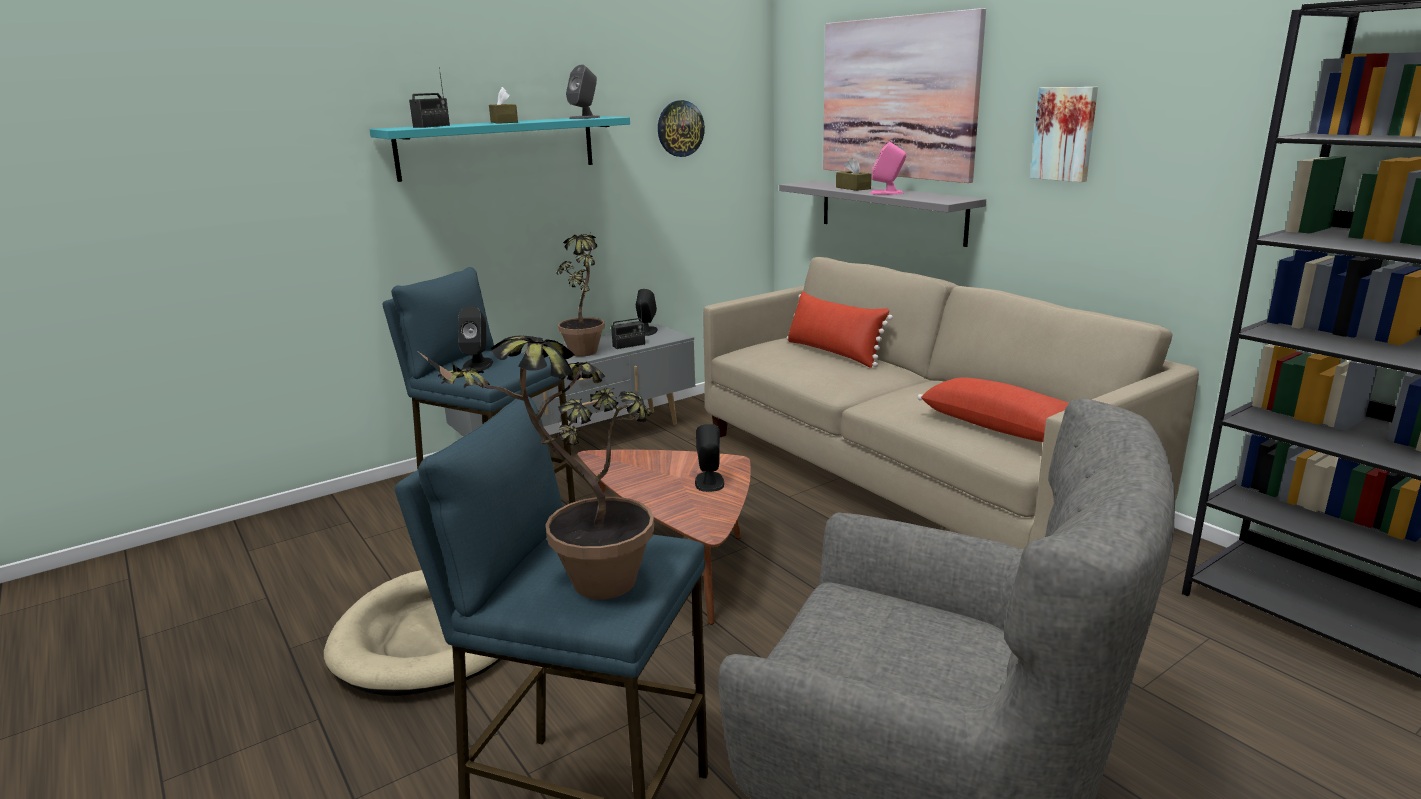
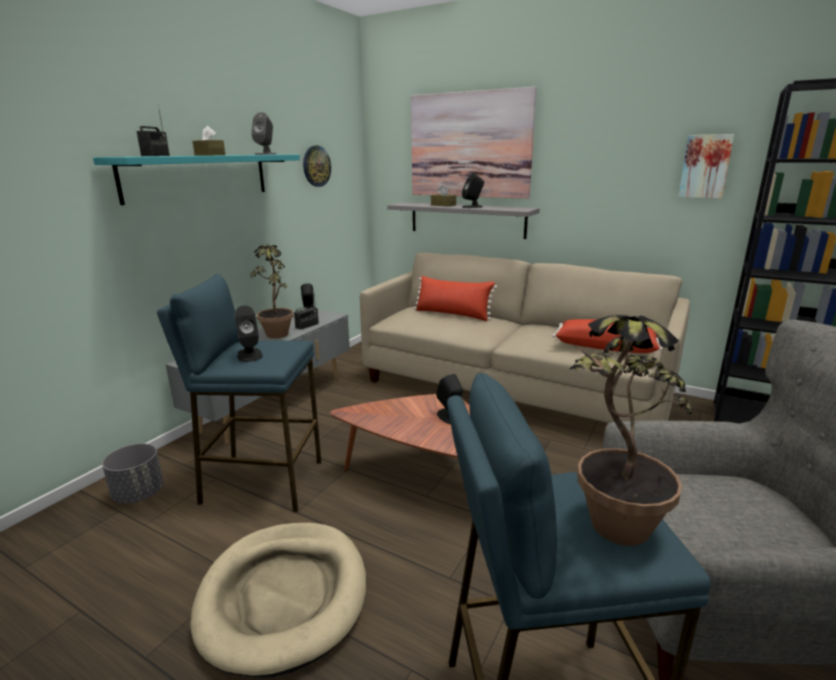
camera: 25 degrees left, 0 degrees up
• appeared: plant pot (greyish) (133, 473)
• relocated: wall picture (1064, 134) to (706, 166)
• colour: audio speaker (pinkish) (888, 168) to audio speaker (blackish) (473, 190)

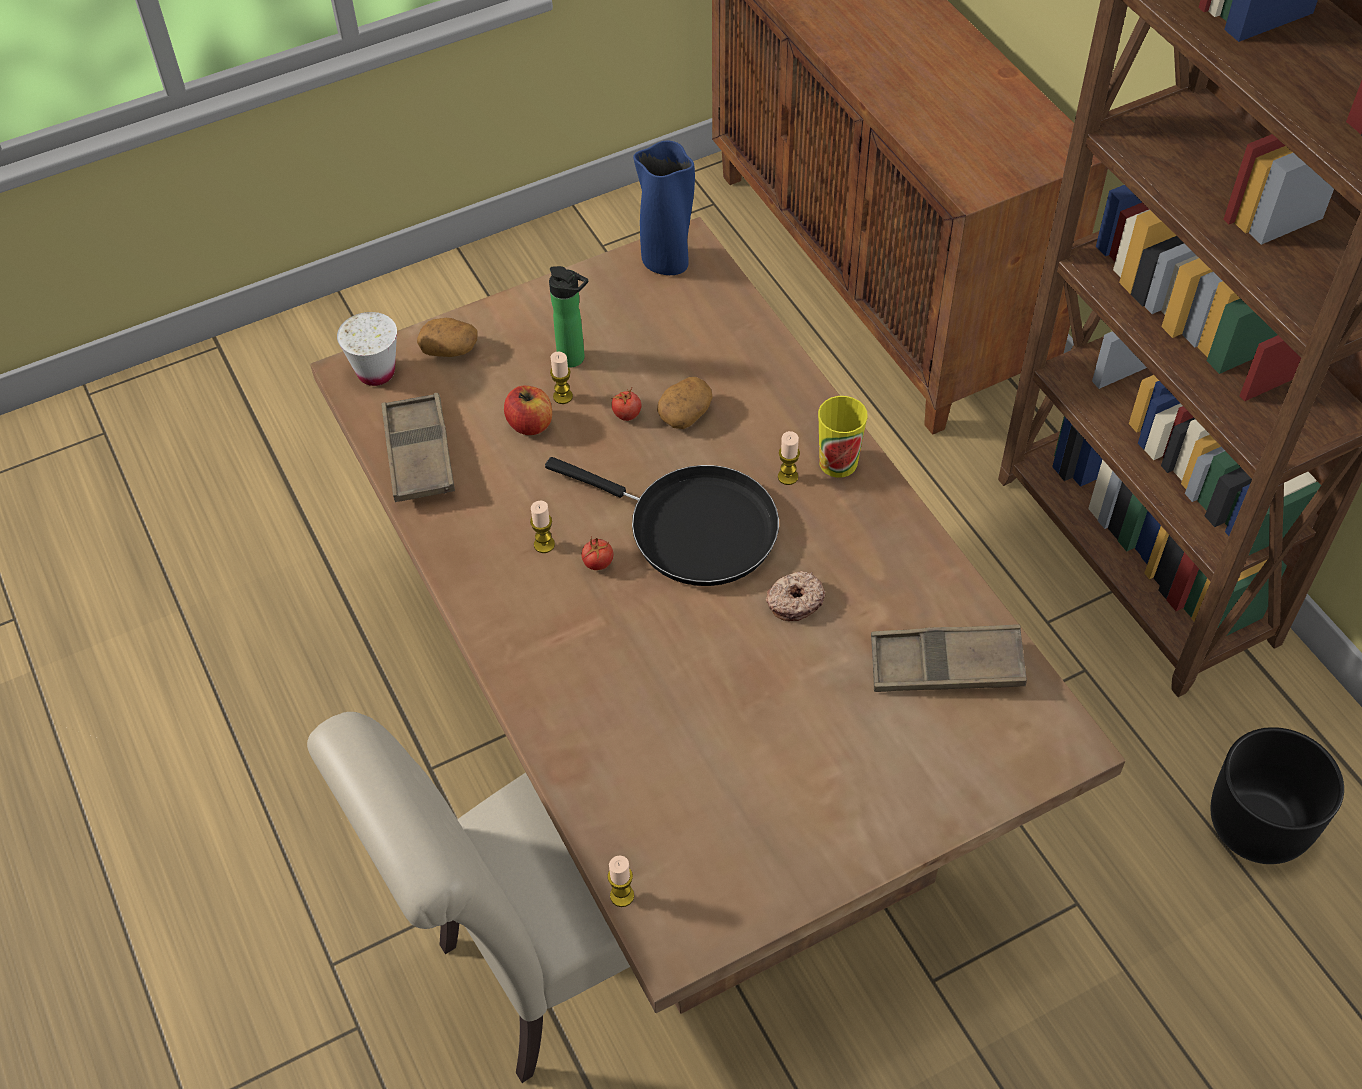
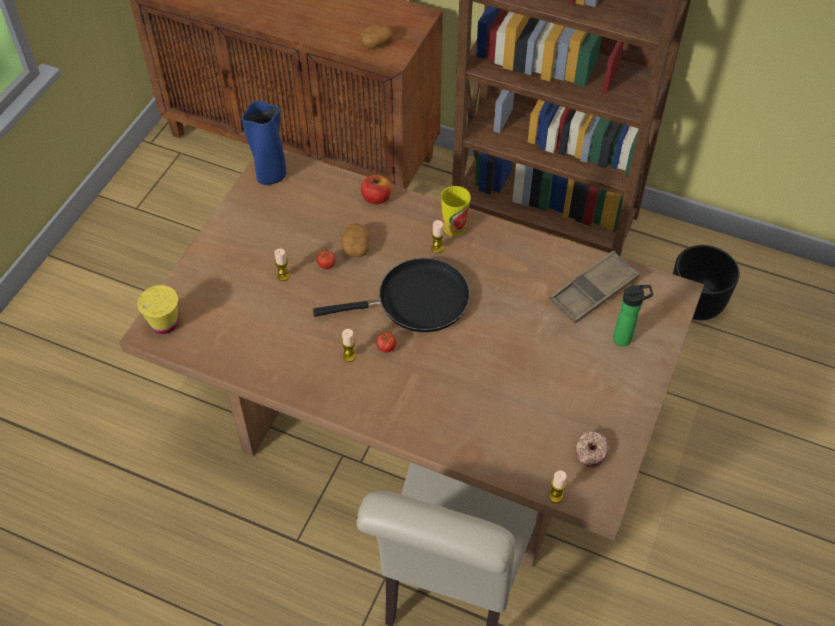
camera: 40 degrees left, 0 degrees up
• missing: carrying tray (brownish) (418, 447)
• relocated: spud (447, 337) to (376, 36)
• relocated: whole apple (528, 410) to (376, 189)
• relocated: drink bottle (568, 316) to (633, 316)
• relocated: donut (795, 596) to (592, 449)
• colour: small cup (white-coloured) (367, 349) to small cup (yellow) (157, 309)

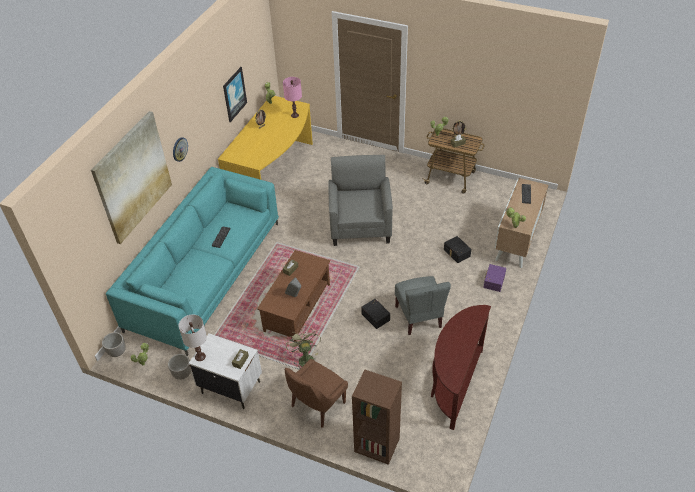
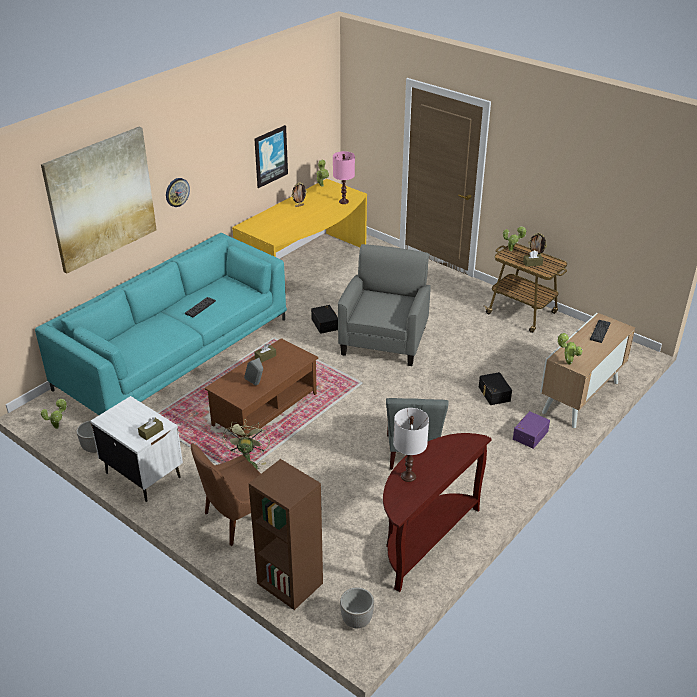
camera: 15 degrees right, 10 degrees down
• relocated: plant pot (114, 344) to (357, 607)
• relocated: table lamp (white-coloured) (192, 338) to (411, 445)
• relocated: storage box (blackish) (375, 314) to (324, 319)

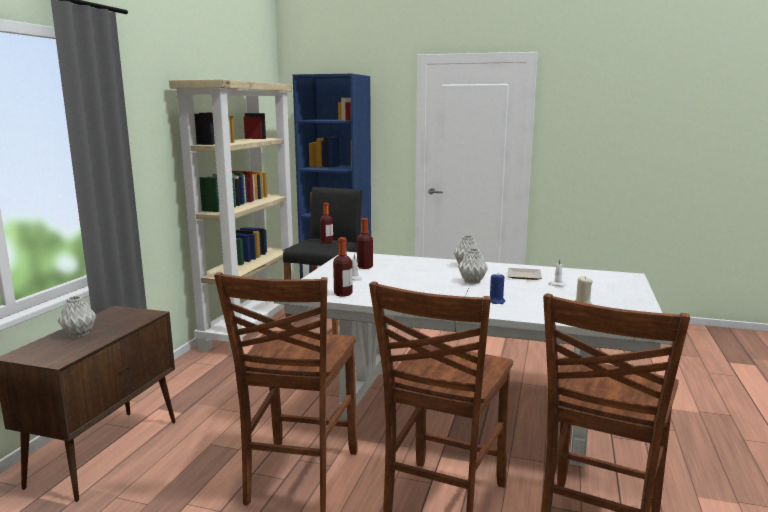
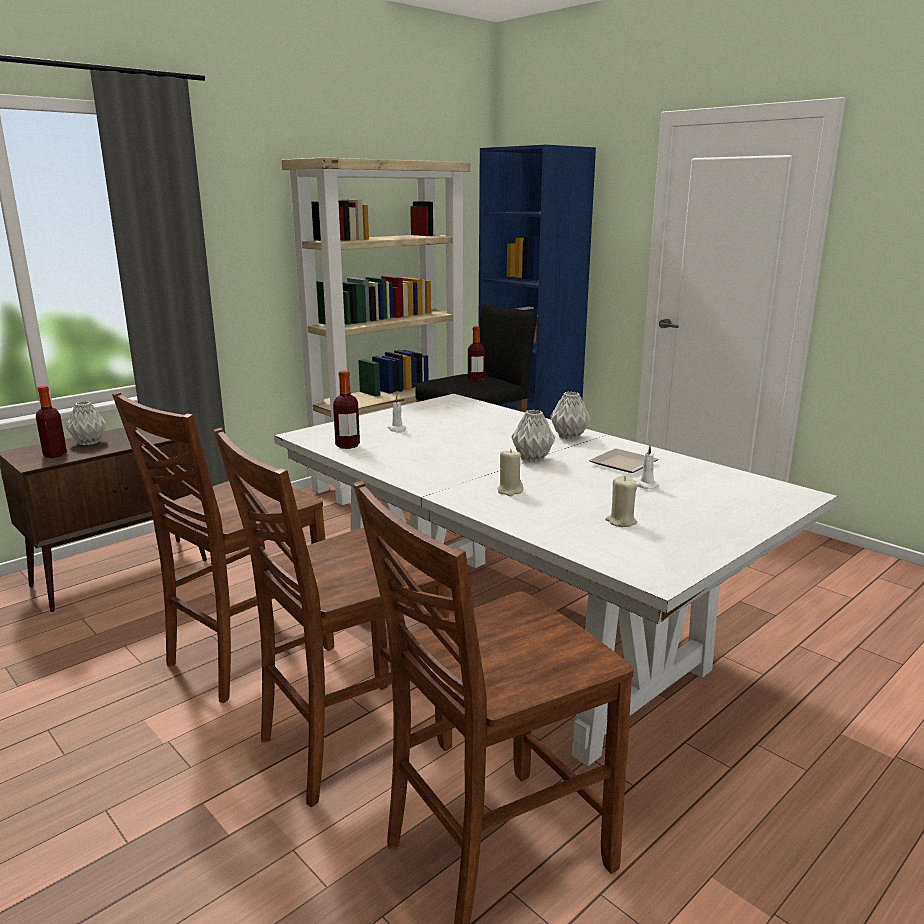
camera: 30 degrees right, 5 degrees up
• relocated: drink bottle (365, 243) to (51, 422)
• colour: wax light (blue) (497, 289) to wax light (sand-coloured) (510, 473)

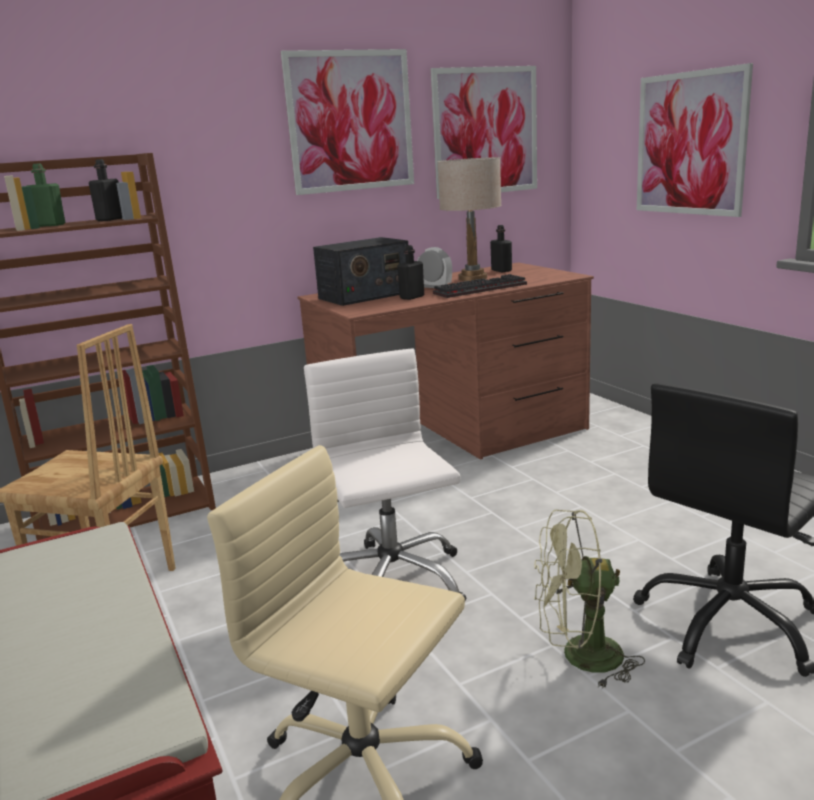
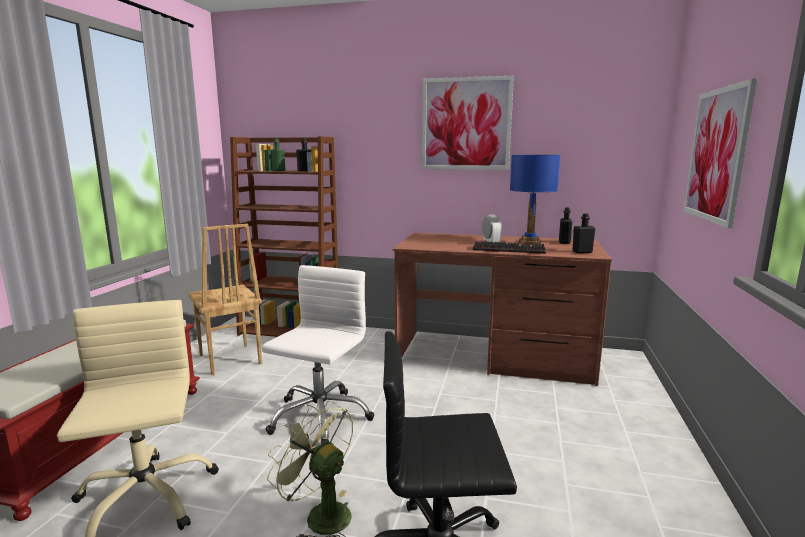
camera: 40 degrees right, 5 degrees down
• missing: radio (360, 271)
• missing: wall picture (484, 132)
• relocated: drink bottle (blackish) (410, 272) to (584, 233)
• colour: table lamp (sand-coloured) (469, 219) to table lamp (blue) (535, 200)

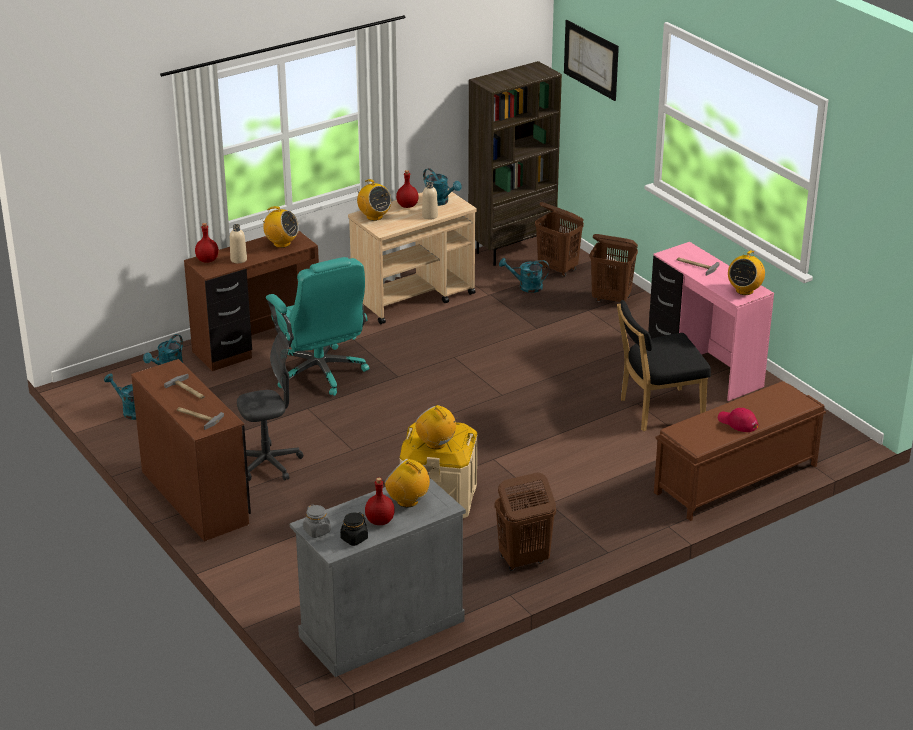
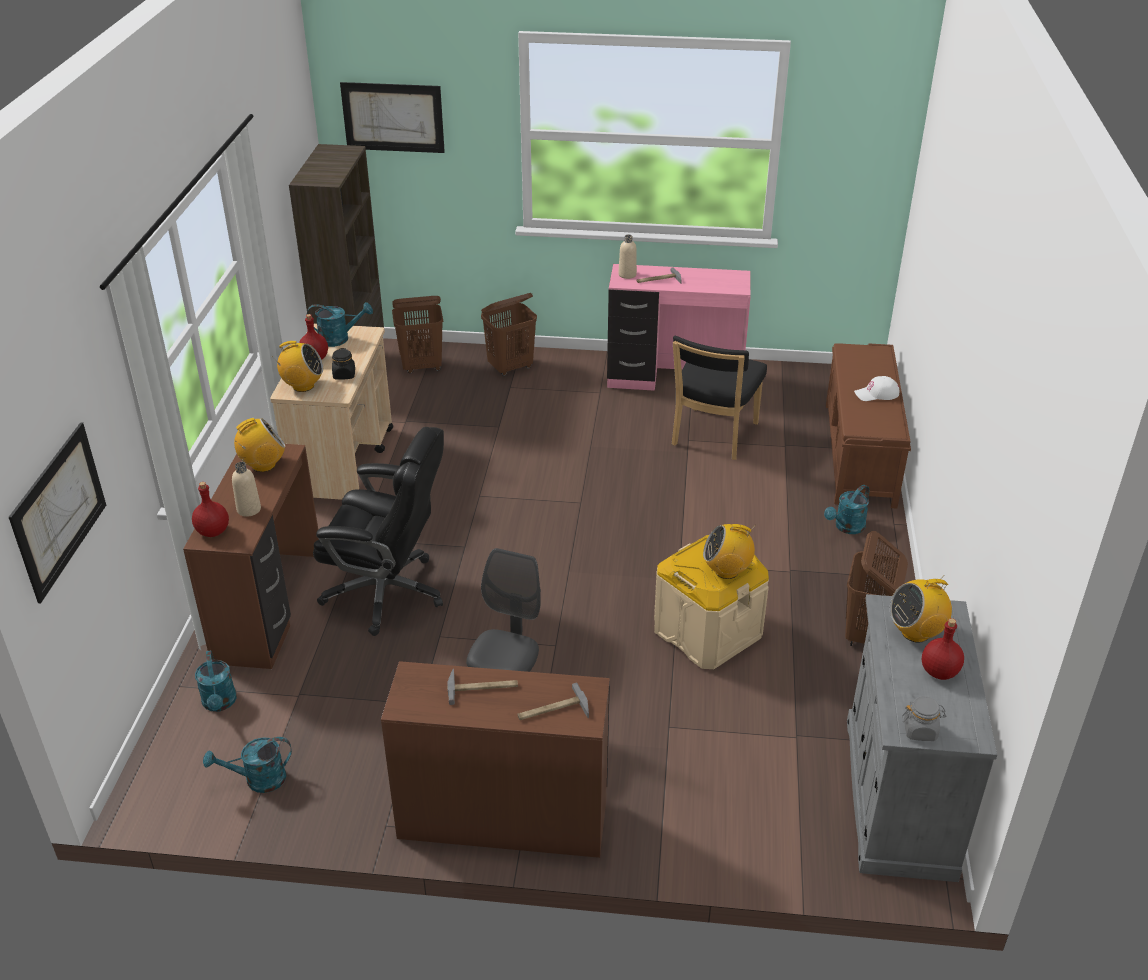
camera: 50 degrees left, 5 degrees up
• missing: radio (746, 272)
• appeared: wall picture (57, 512)
• relocated: preserve jar (blackish) (354, 529) to (343, 364)
• relocated: drink bottle (sand-coloured) (430, 201) to (627, 257)
• relocated: watering can (blue-green) (524, 275) to (846, 509)
• colour: desk chair (blue-green) (317, 326) to desk chair (blackish) (378, 531)
• colour: peaked cap (reddish) (738, 420) to peaked cap (white-coloured) (876, 388)

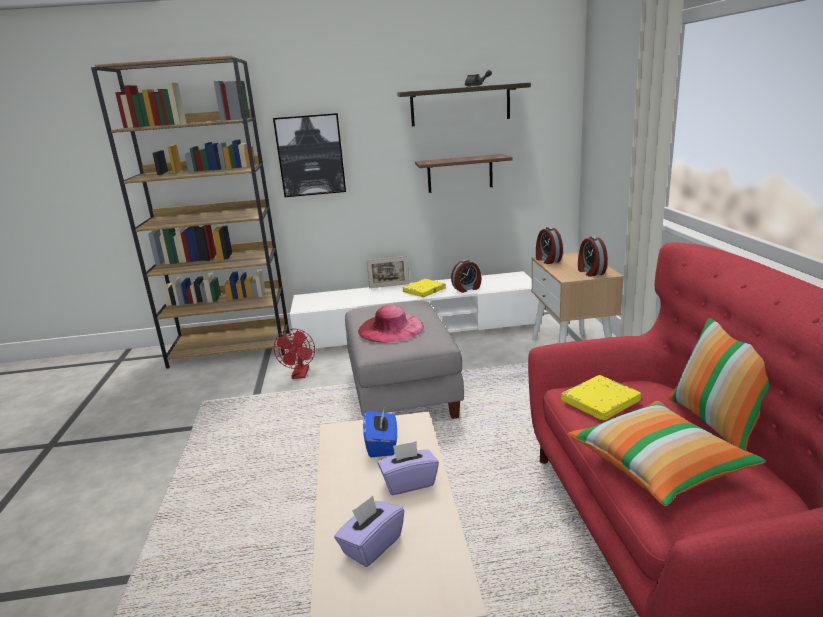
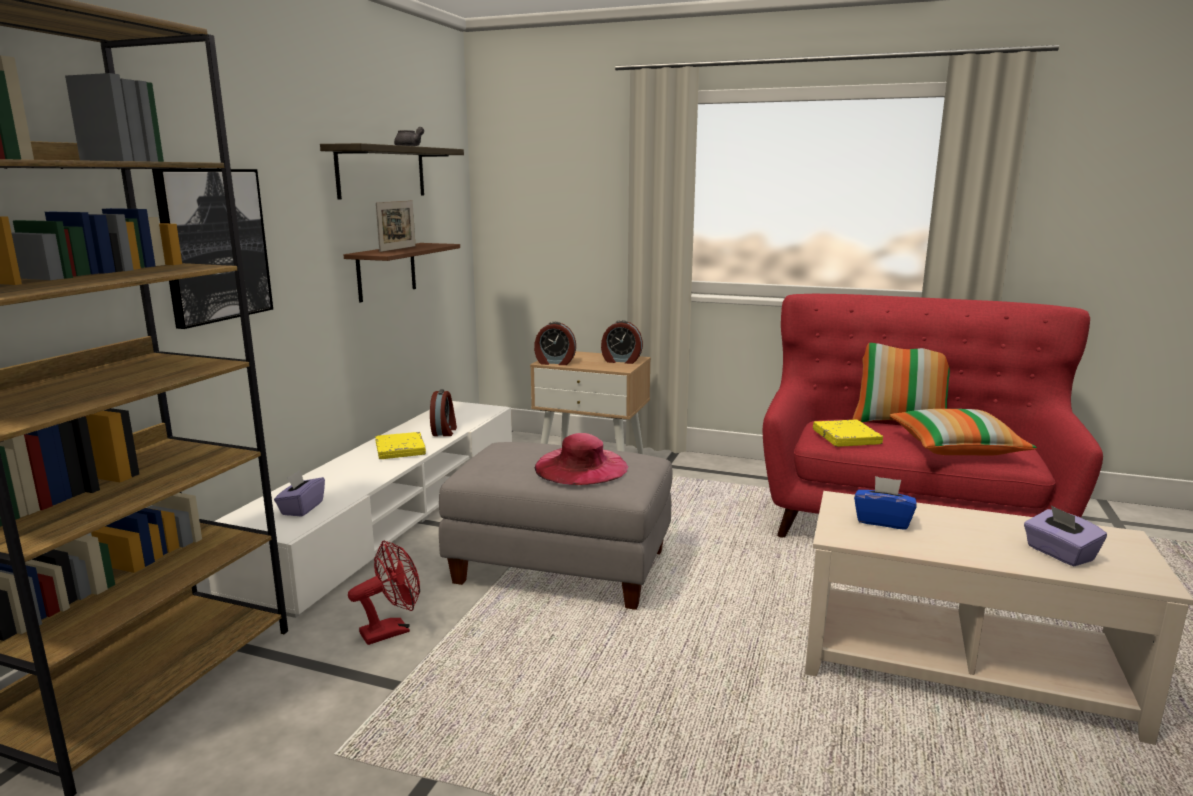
camera: 65 degrees left, 5 degrees down
• relocated: standing frame (387, 272) to (396, 226)
• relocated: tissue holder (purple) (408, 468) to (299, 493)
• spun: cooling fan (reddish) (294, 354) = (384, 592) 60 degrees counterclockwise

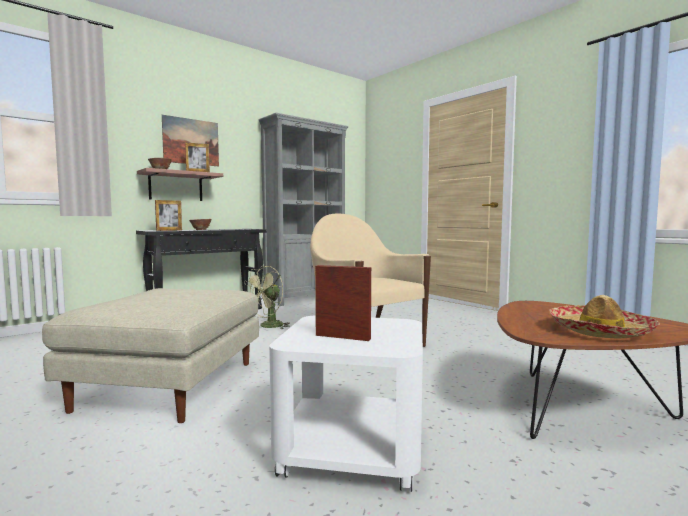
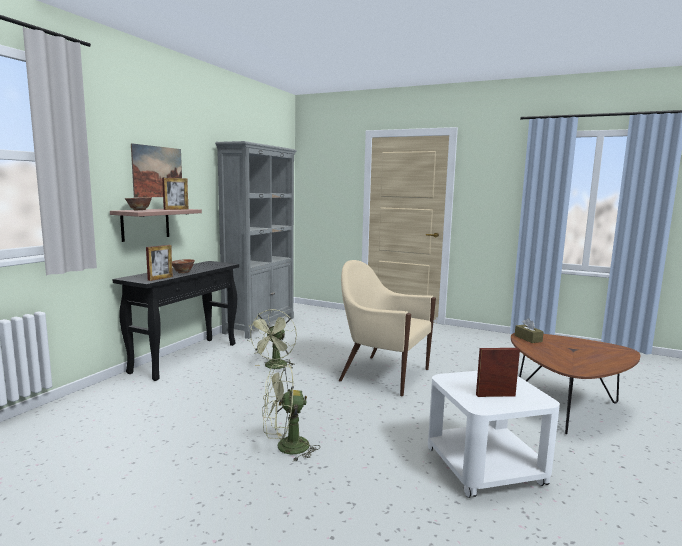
camera: 25 degrees left, 5 degrees up
• missing: wearable hat (604, 317)
• appeared: tissue holder (brownish) (529, 330)
• exchanged: pouffe (sand-coloured) (150, 355) to cooling fan (green-coloured) (291, 413)

